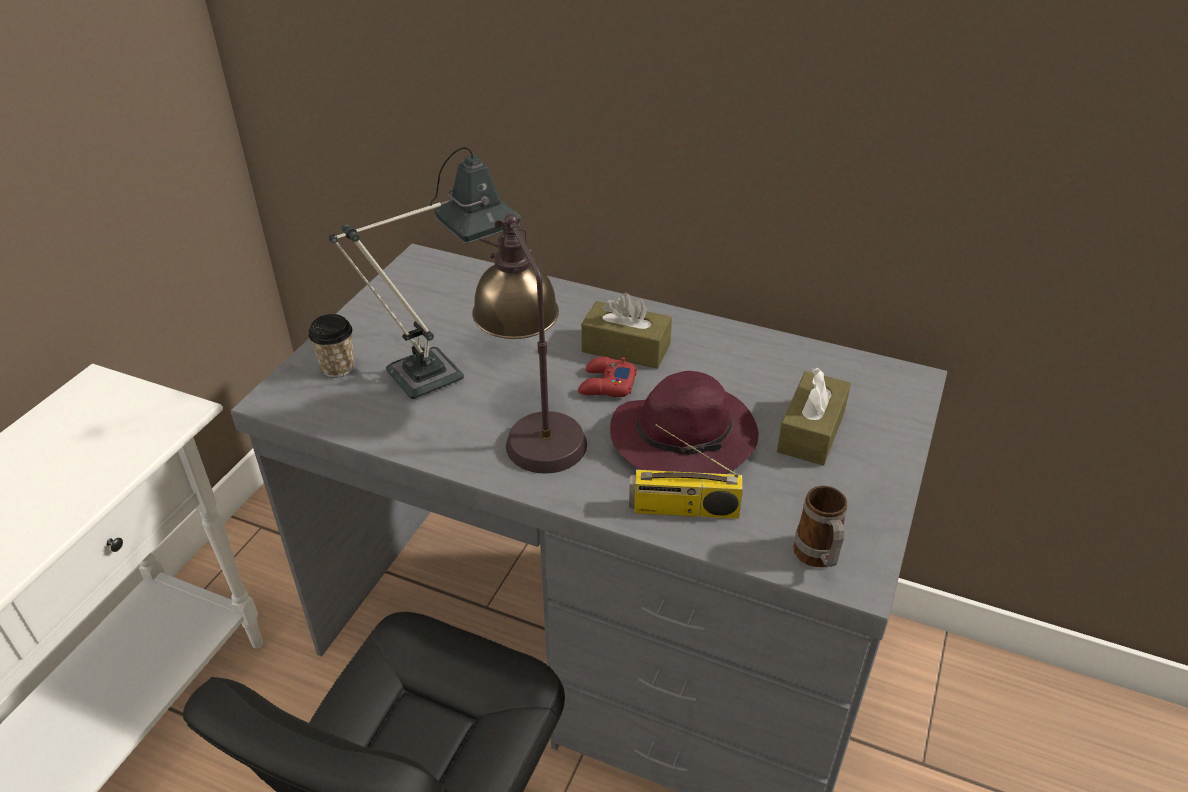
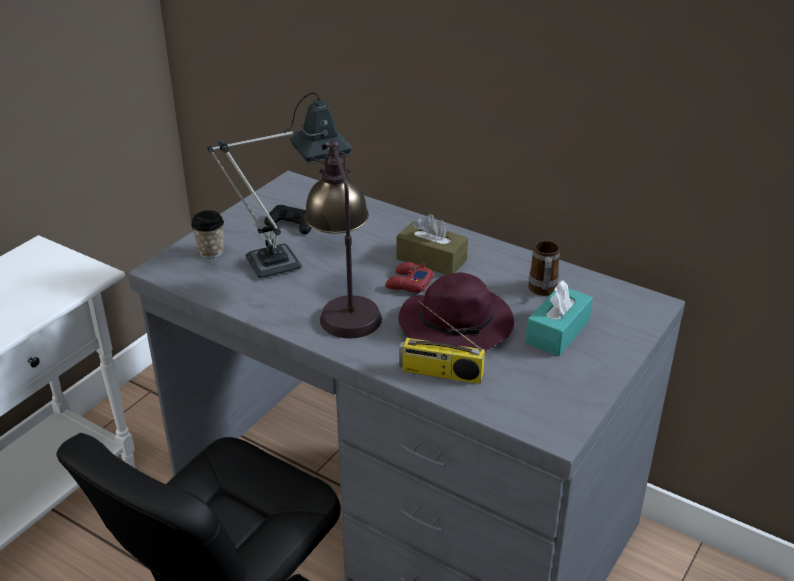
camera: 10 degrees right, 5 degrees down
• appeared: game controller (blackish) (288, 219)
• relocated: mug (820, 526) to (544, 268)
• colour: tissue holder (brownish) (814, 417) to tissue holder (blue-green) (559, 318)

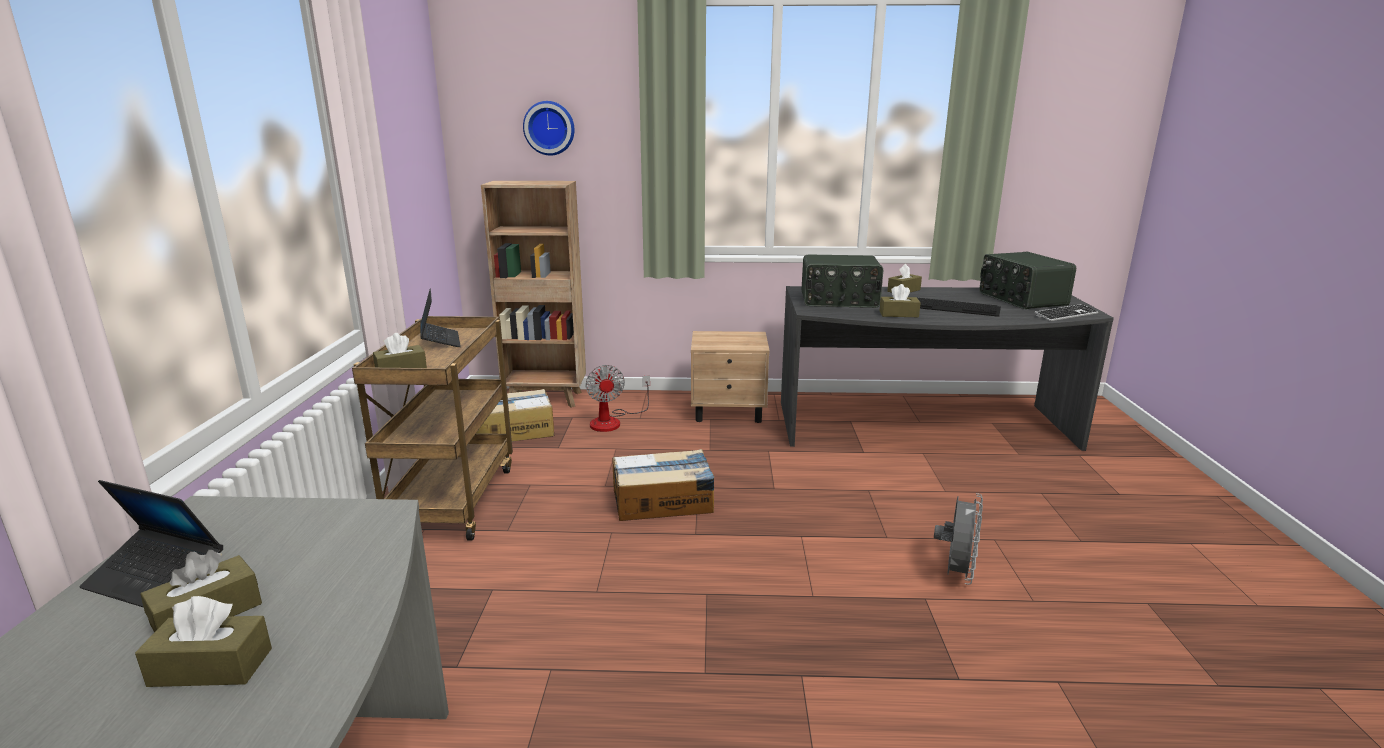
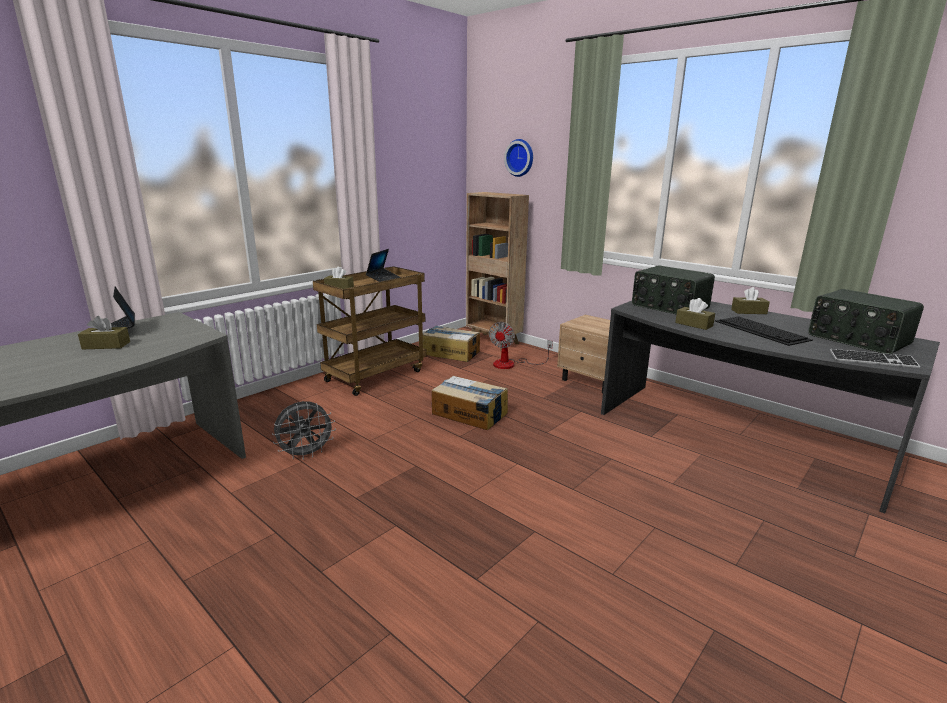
camera: 40 degrees right, 0 degrees up
• missing: tissue holder (brownish) (203, 641)
• relocated: cooling fan (greyish) (958, 539) to (304, 430)
• spun: radio (1027, 280) = (866, 321) 60 degrees counterclockwise

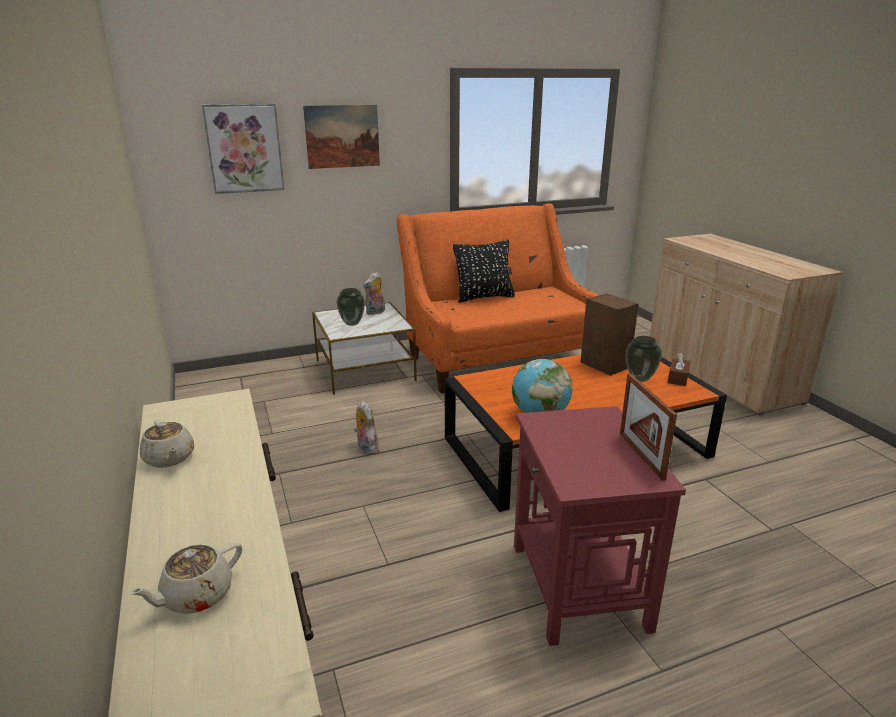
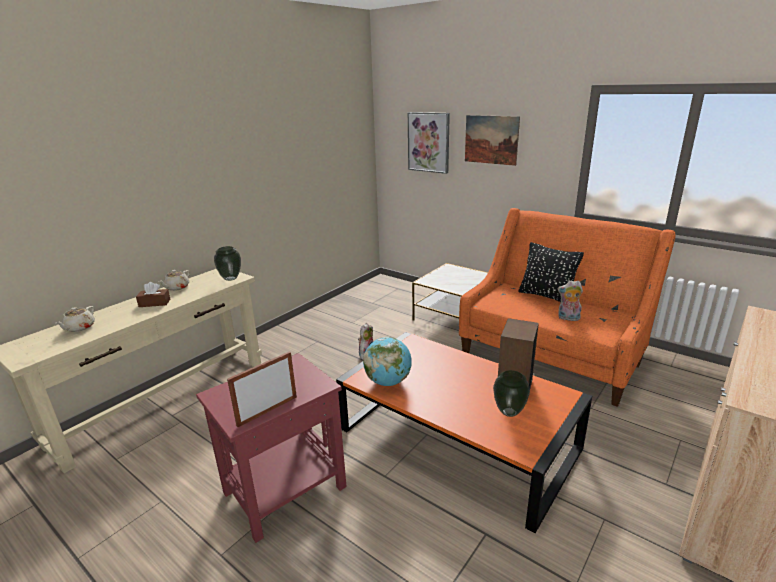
camera: 60 degrees right, 0 degrees up
• relocated: decorative vase (350, 307) to (227, 263)
• relocated: cuddly toy (374, 293) to (570, 300)
• relocated: tissue holder (brownish) (679, 369) to (153, 294)
• spun: tea pot (sand-coloured) (185, 578) = (75, 319) 90 degrees counterclockwise

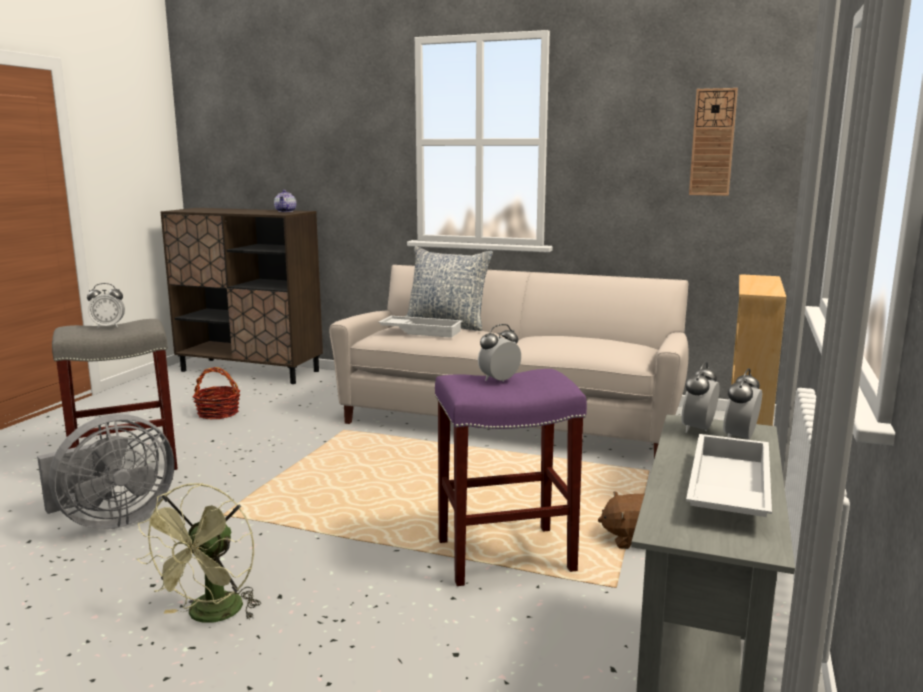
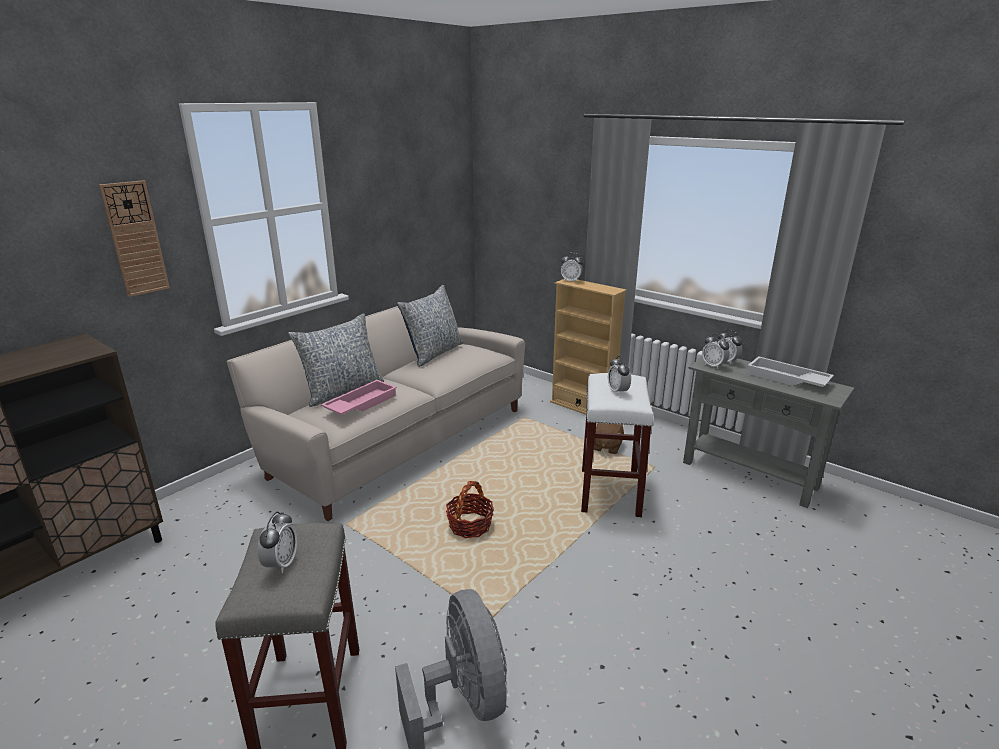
camera: 70 degrees left, 10 degrees up
• missing: cooling fan (green-coloured) (199, 553)
• missing: tea pot (285, 201)
• appeared: throw pillow (430, 326)
• appeared: alarm clock (572, 268)
• relocated: household basket (216, 393) to (470, 509)
• relocated: wall clock (713, 142) to (134, 238)
• colour: carrying tray (white-coloured) (420, 327) to carrying tray (pinkish) (359, 397)
• colour: stool seat (purple) (511, 477) to stool seat (white-coloured) (617, 445)

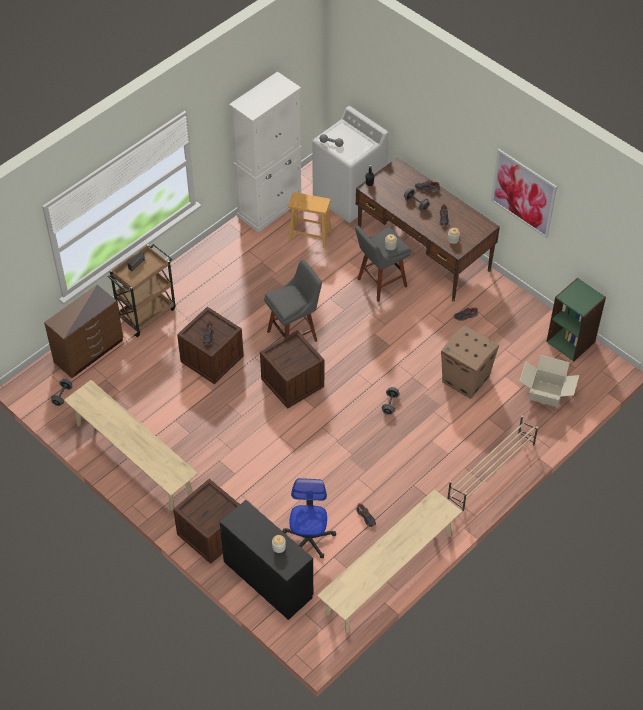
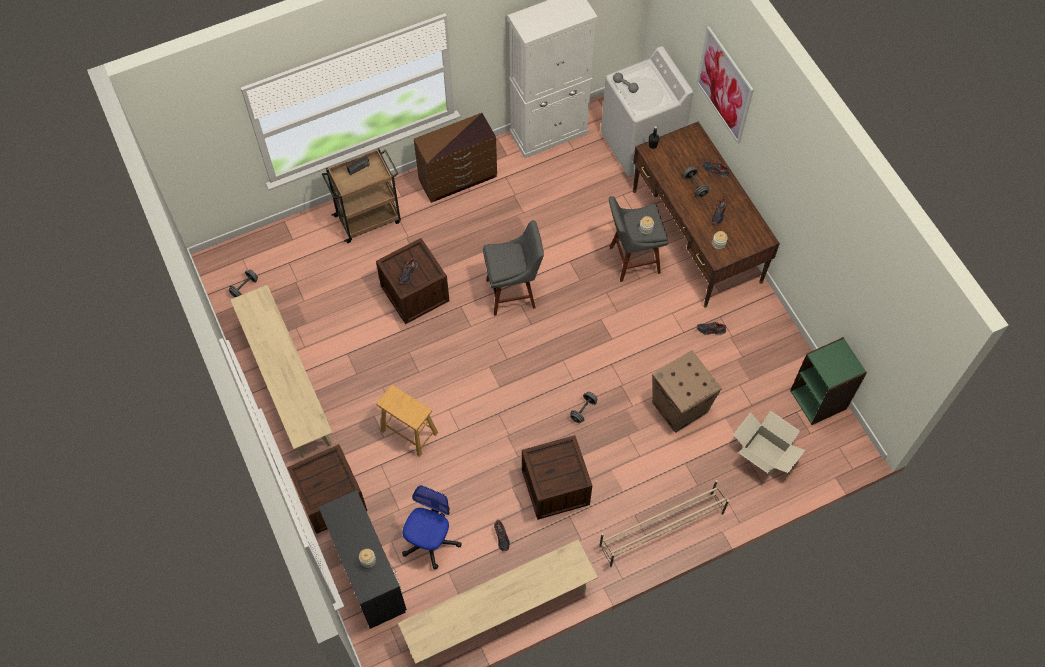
camera: 20 degrees right, 10 degrees up
• relocated: drawer chest (brownish) (83, 331) to (455, 158)
• relocated: shipping crate (292, 370) to (557, 477)
• relocated: stool seat (brownish) (309, 220) to (407, 421)
• relocated: wall picture (524, 193) to (725, 85)

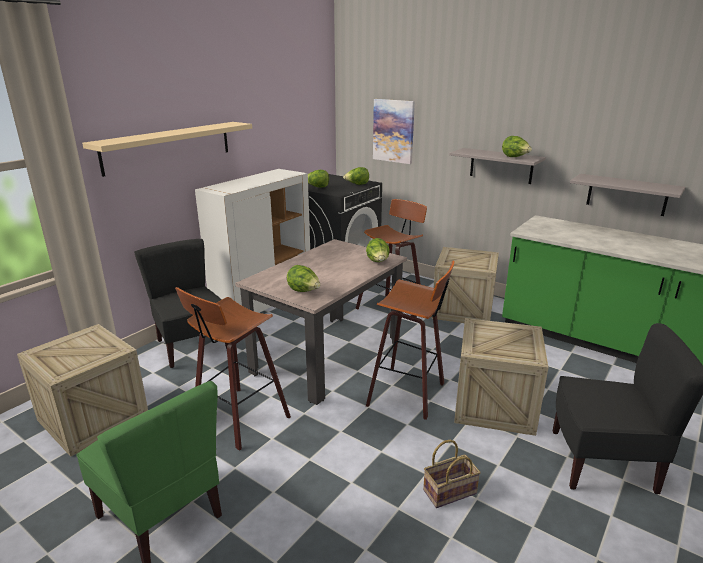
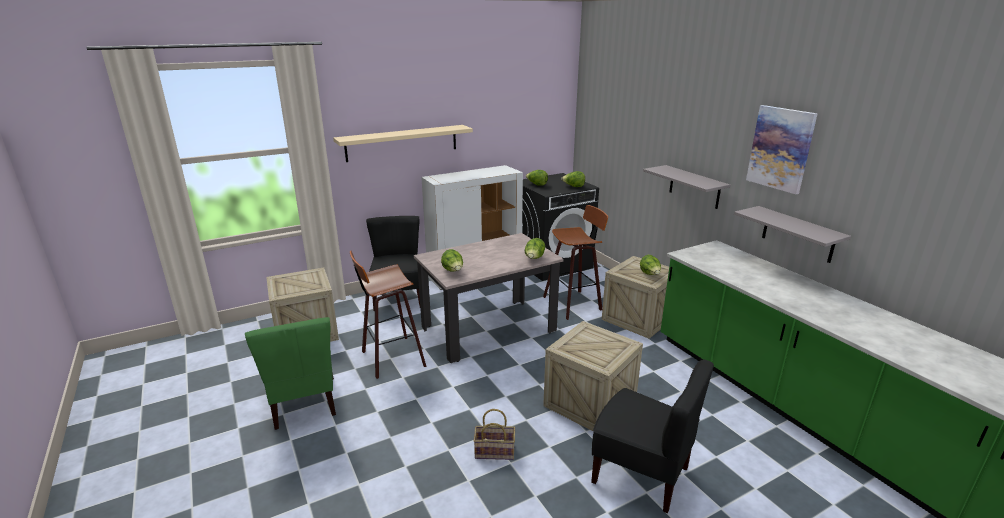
camera: 25 degrees right, 0 degrees up
• missing: stool seat (410, 340)
• relocated: wall picture (394, 131) to (782, 149)
• relocated: lettuce (517, 146) to (650, 265)

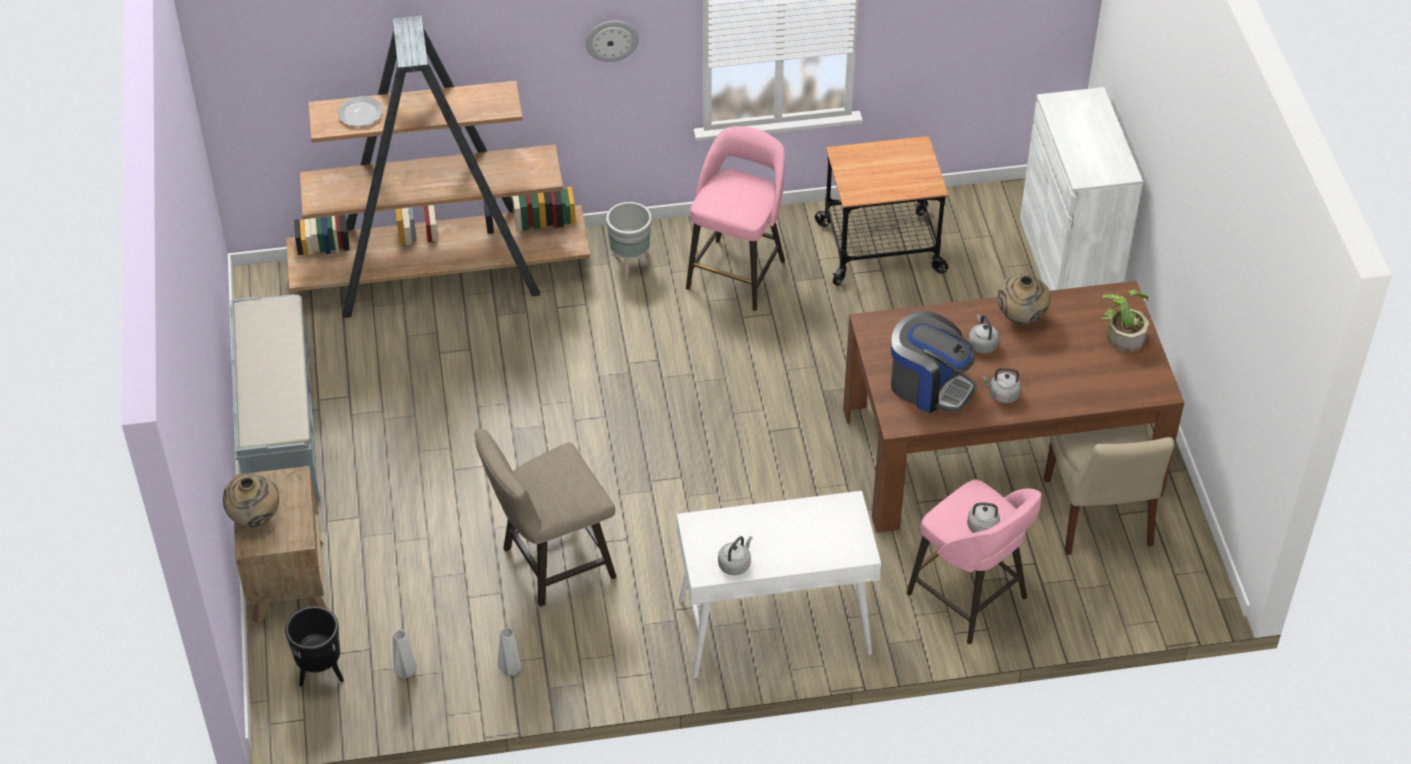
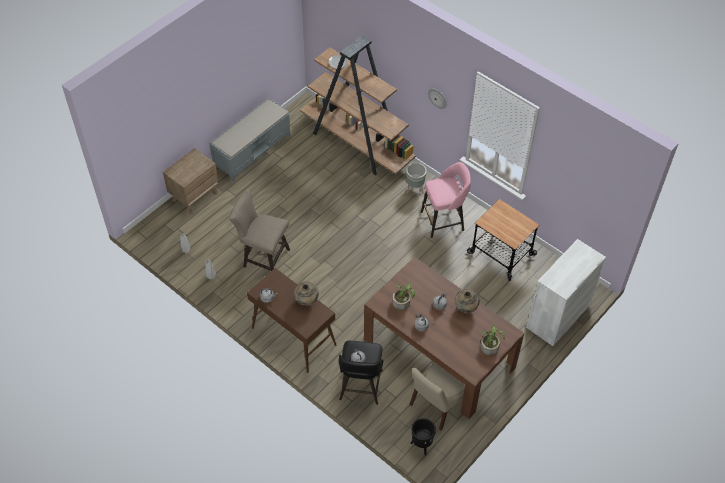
camera: 50 degrees right, 5 degrees up
• relocated: decorative vase (sand-coloured) (251, 501) to (306, 293)
• relocated: plant pot (blackish) (314, 646) to (423, 437)
• exchanged: coffee brewer (933, 362) to houseplant (404, 296)
• colour: console table (white-coloured) (779, 584) to console table (brownish) (292, 320)
• colour: stool seat (pinkish) (974, 562) to stool seat (blackish) (361, 373)

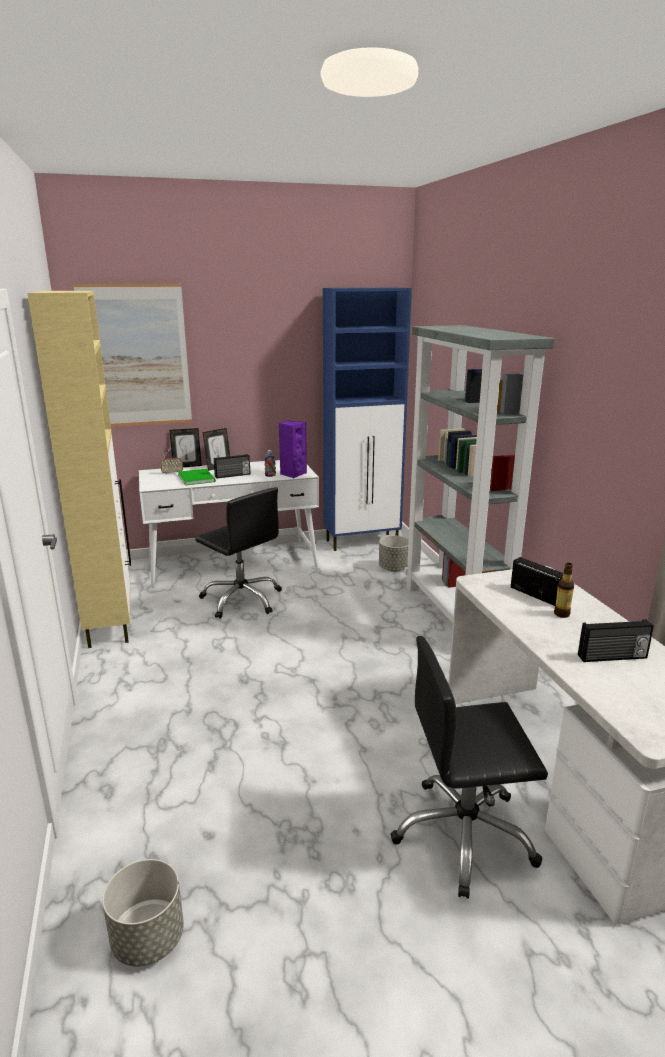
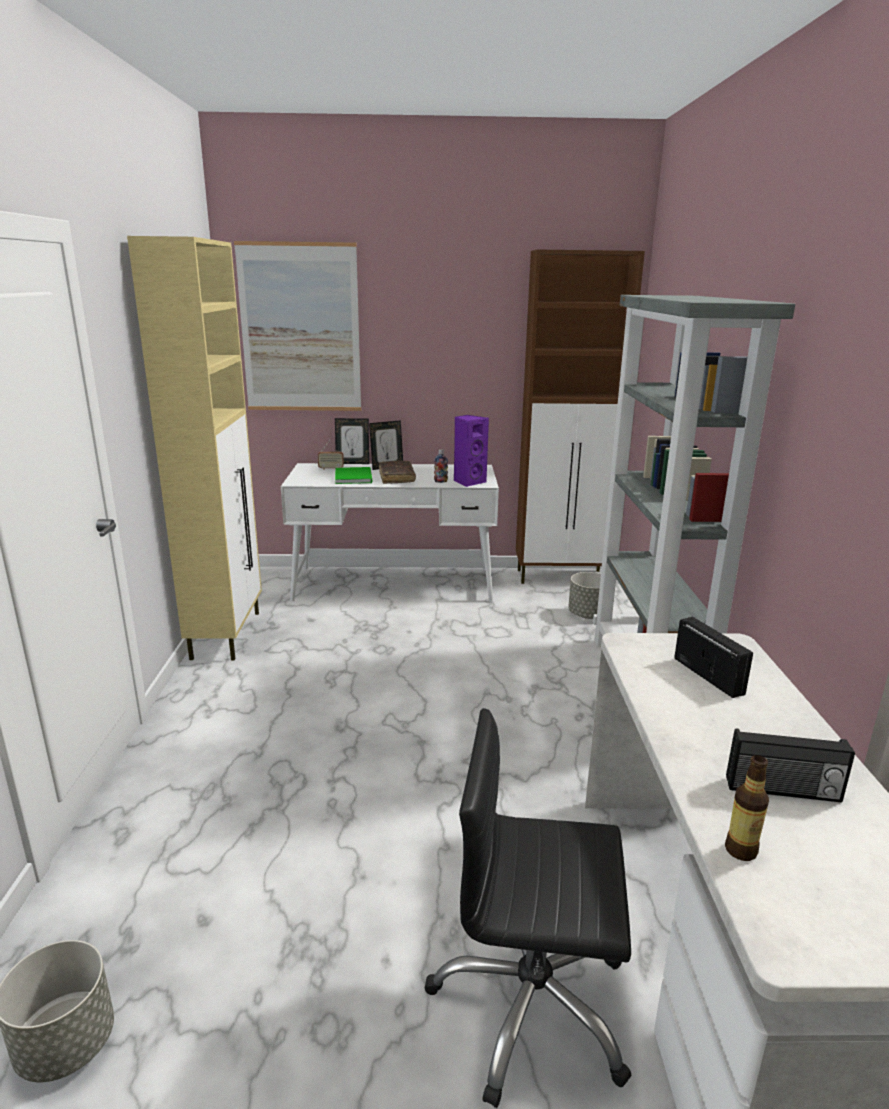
camera: 15 degrees right, 0 degrees up
• missing: desk chair (blackish) (238, 553)
• relocated: drink bottle (564, 590) to (747, 808)
• exchanged: radio (232, 466) to volume (brownish) (397, 472)
• colour: cupboard (blue) (367, 419) to cupboard (brownish) (580, 417)

